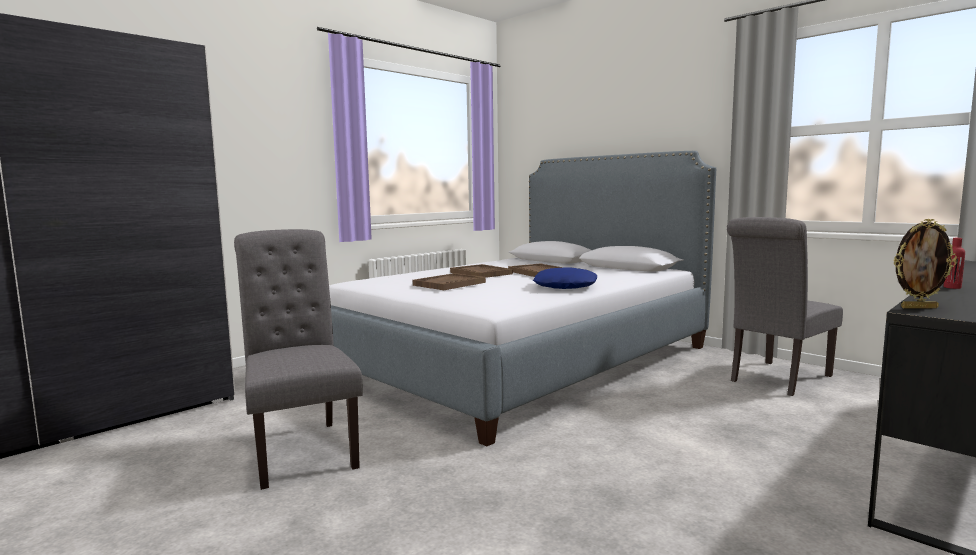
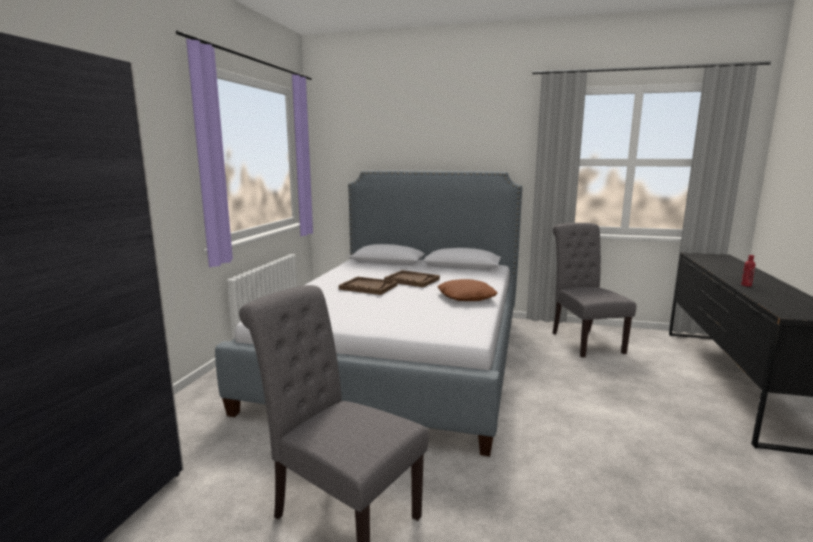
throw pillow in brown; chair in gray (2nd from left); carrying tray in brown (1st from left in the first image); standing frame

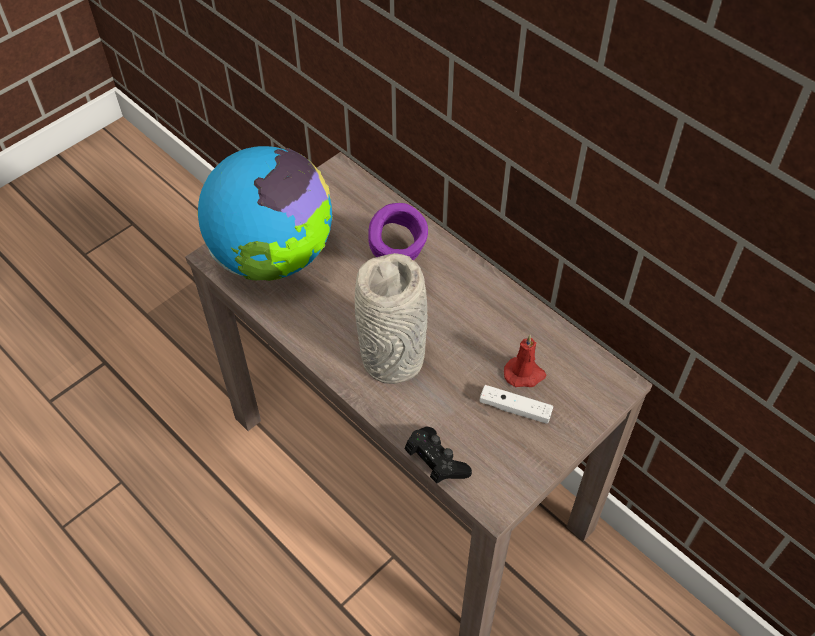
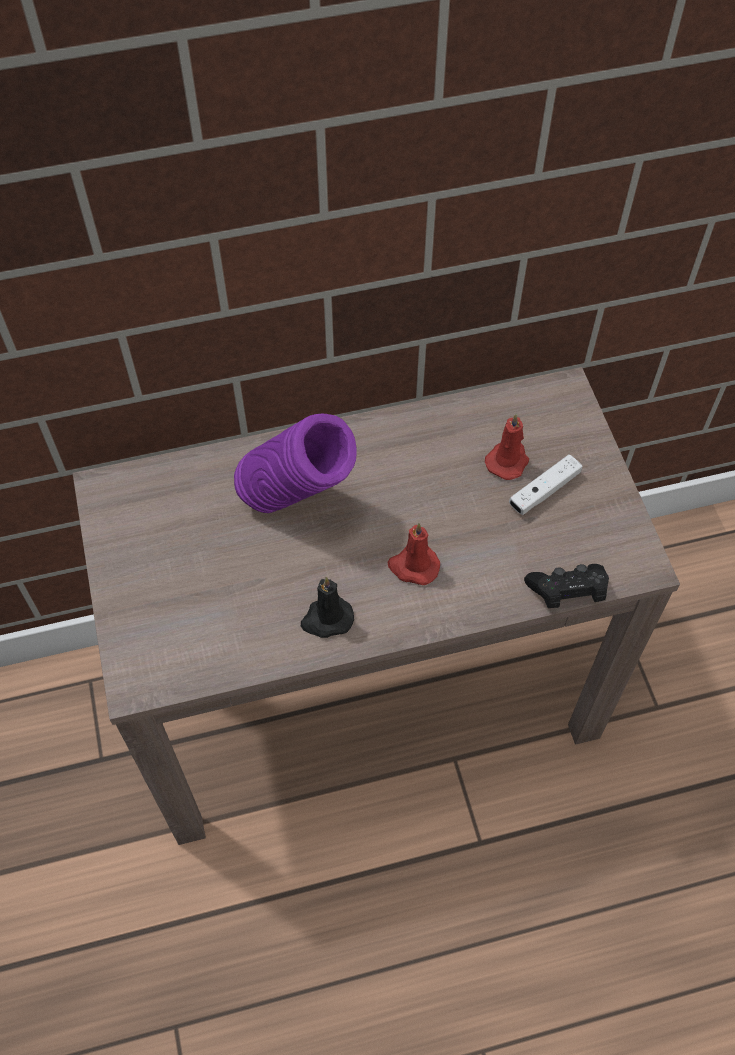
wax light in blackish; wax light in red (1st from left); world globe

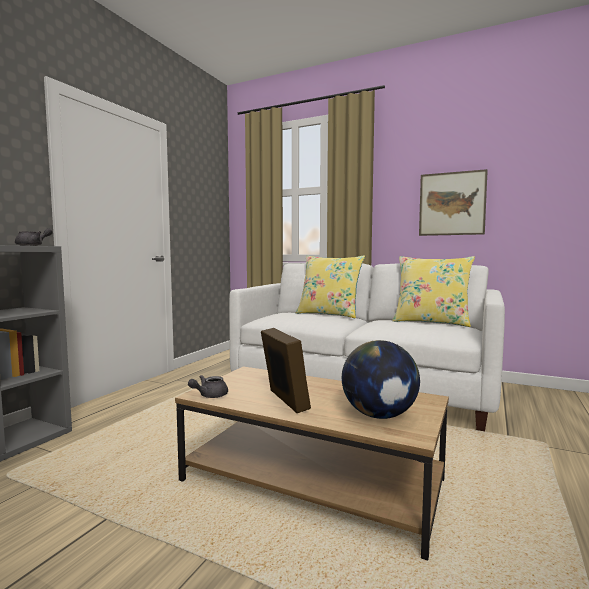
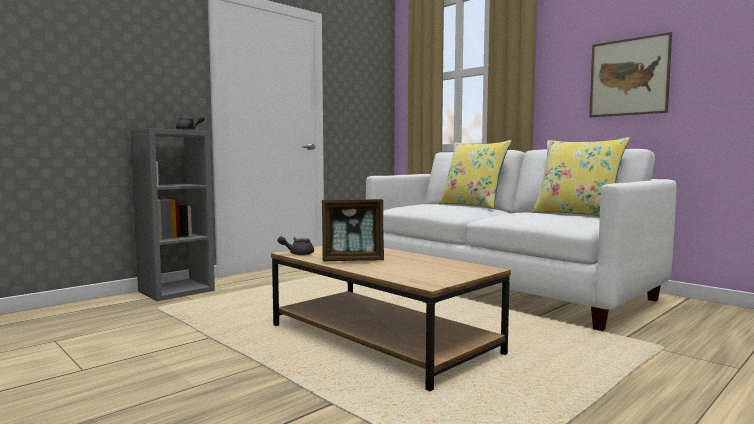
standing frame; world globe

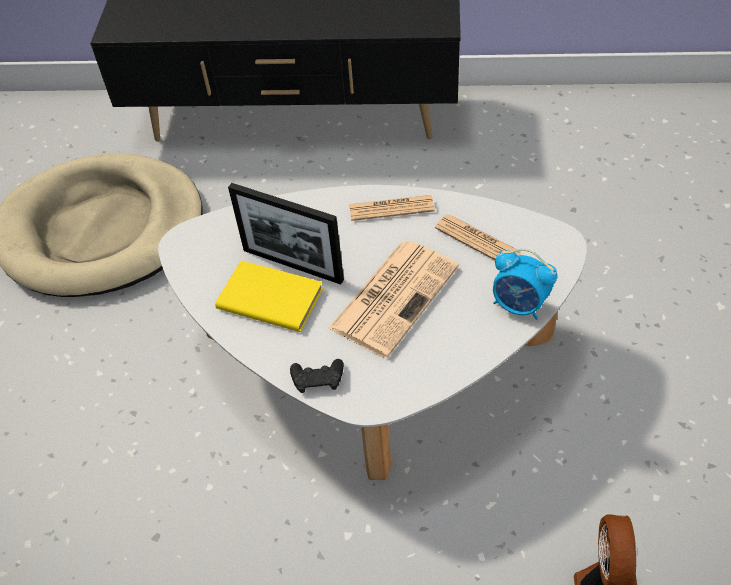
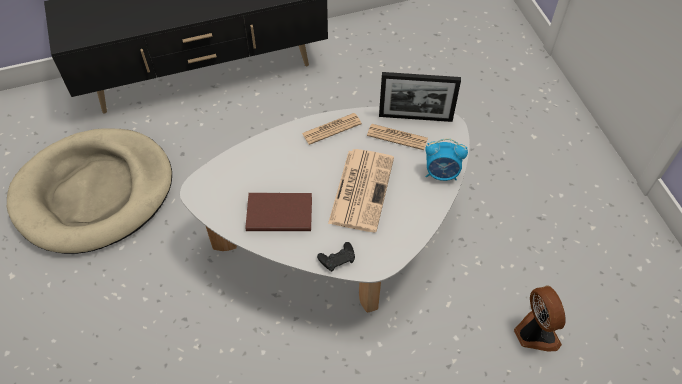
bound book in brown; standing frame

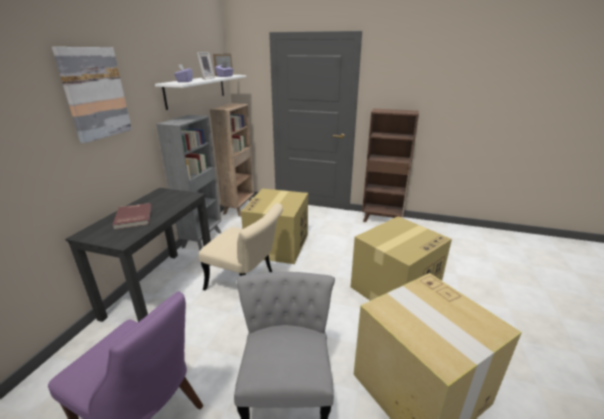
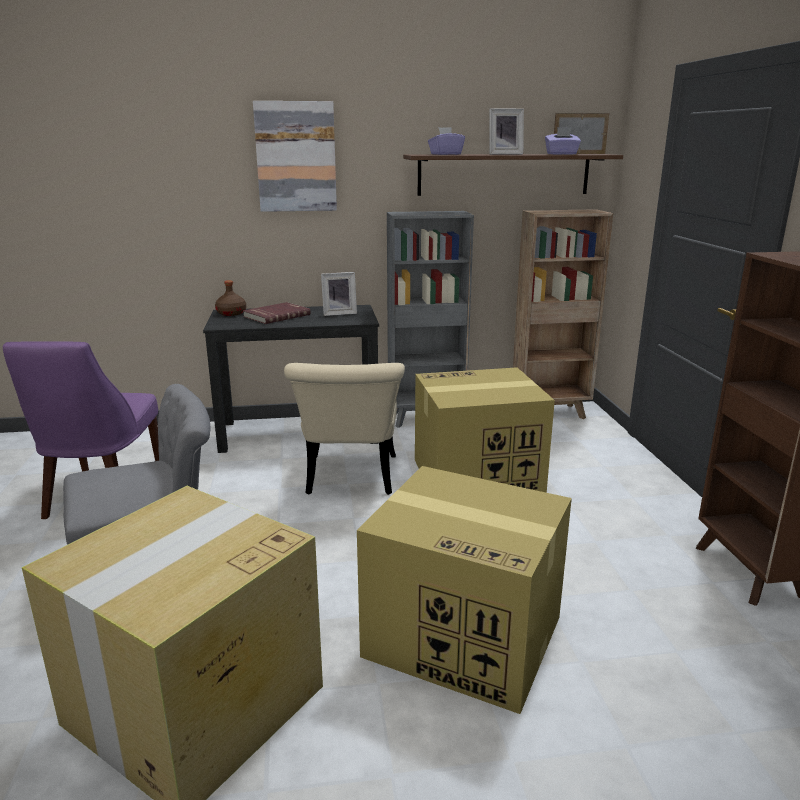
bottle in brown; standing frame (1st from left); shelf in brown

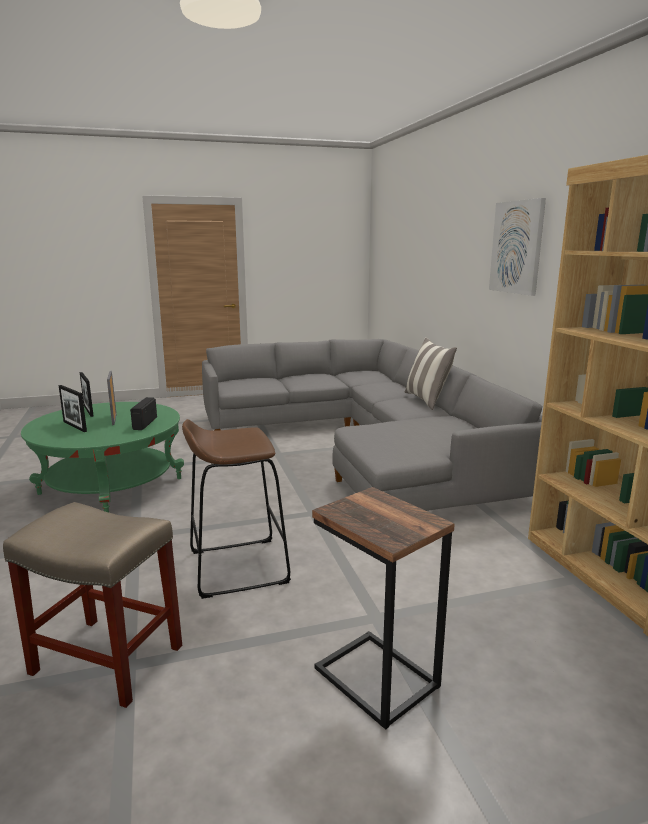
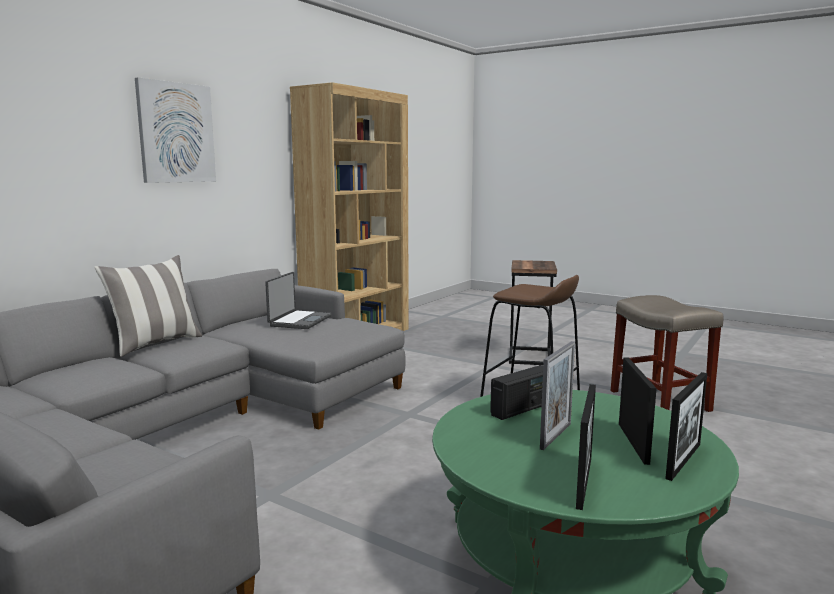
laptop; standing frame (4th from left)

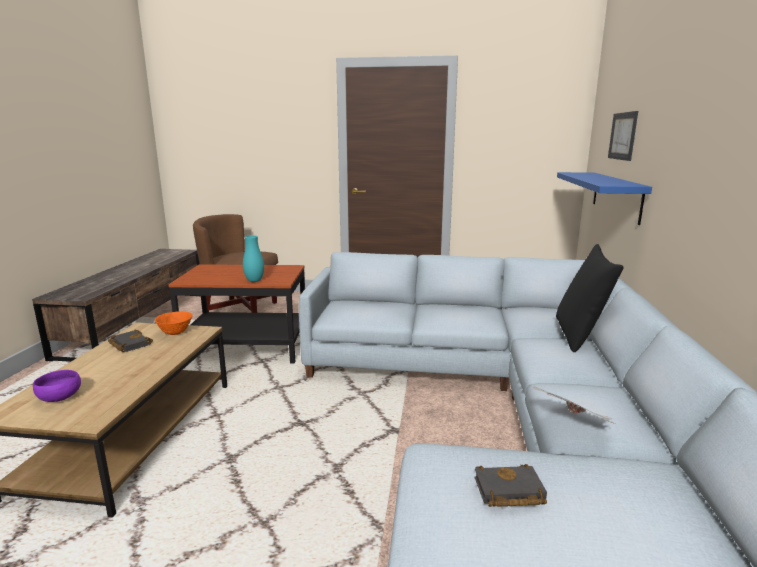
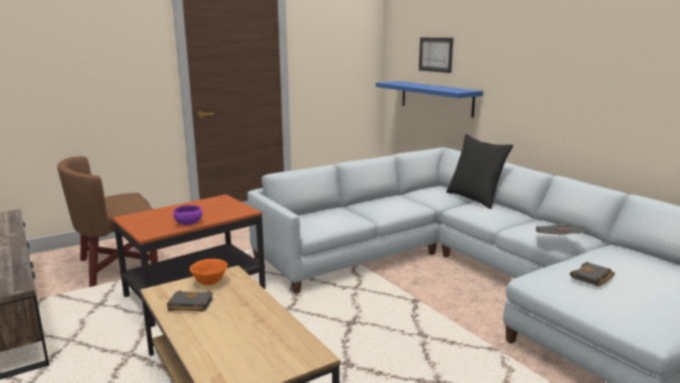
deep dish in purple; decorative vase in turquoise-coloured

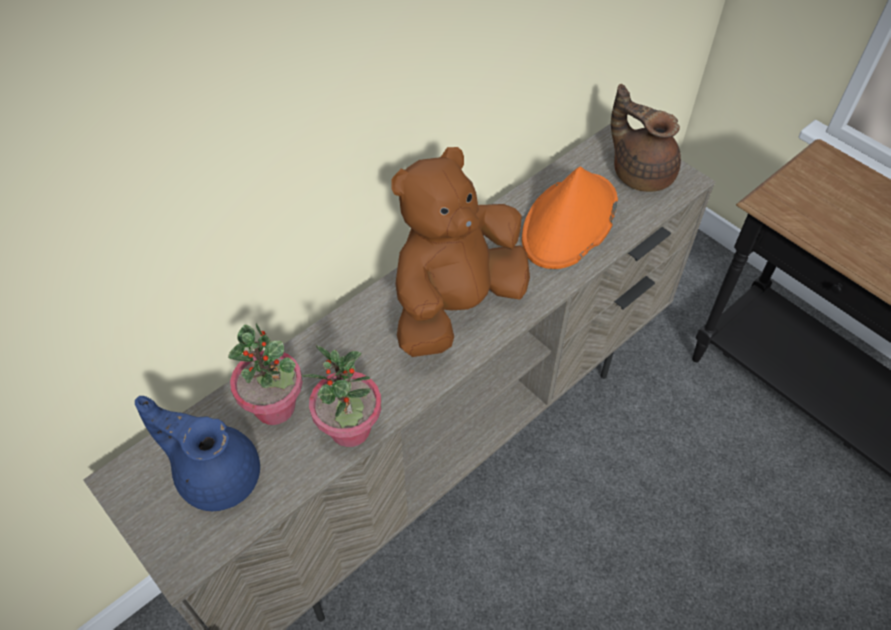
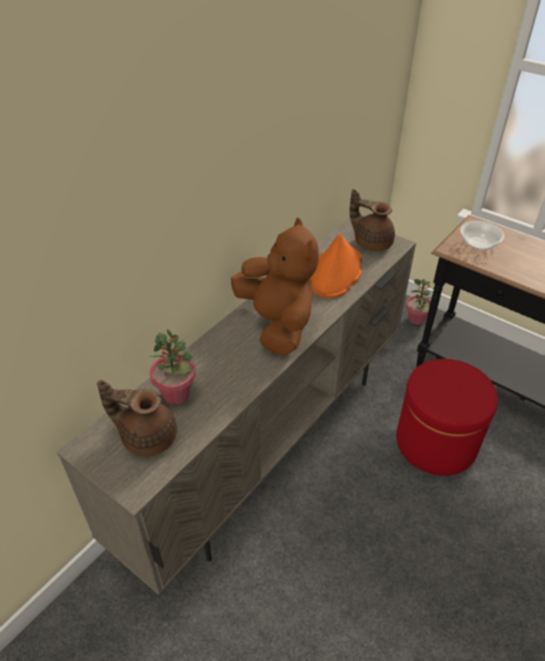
tea pot in brown (1st from left); plush toy in brown; pouffe in red; potted plant (2nd from left); deep dish

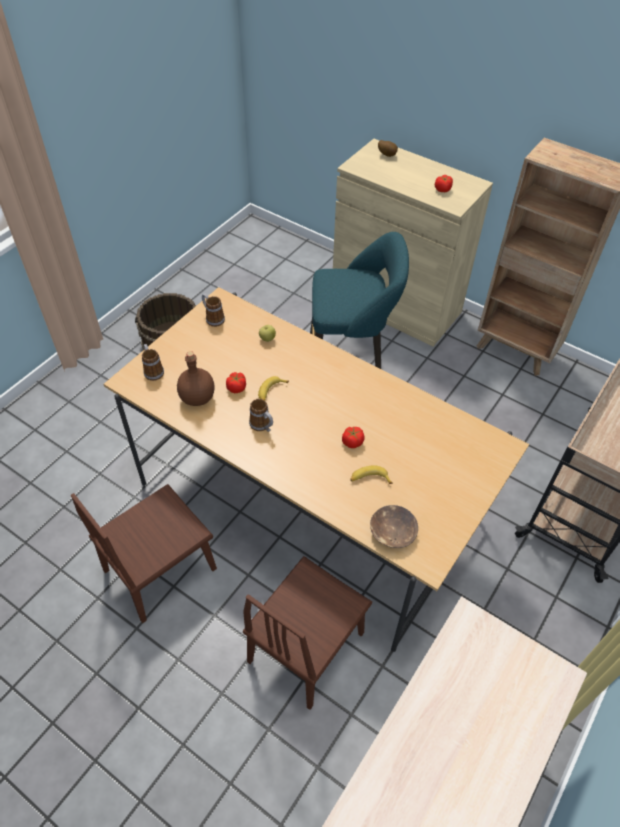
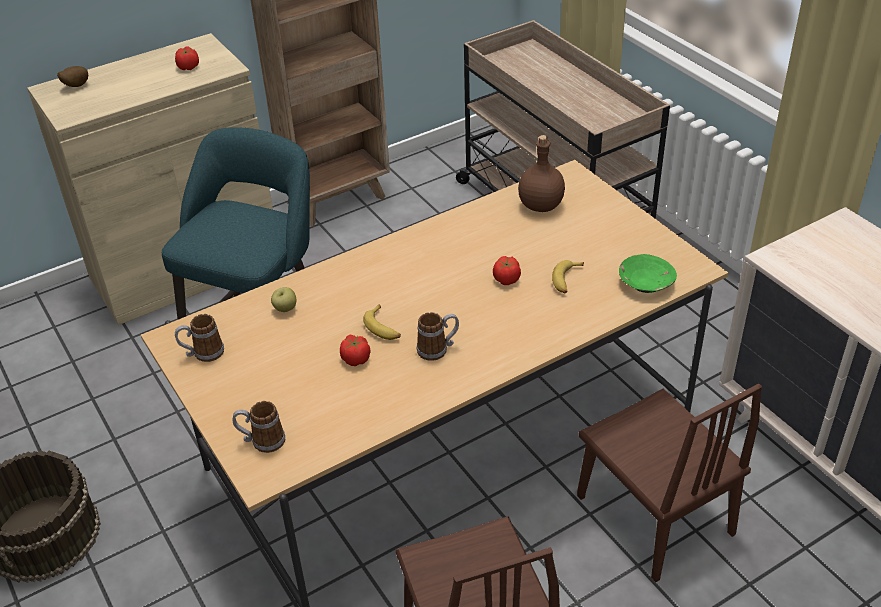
bottle in brown; deep dish in green-coloured

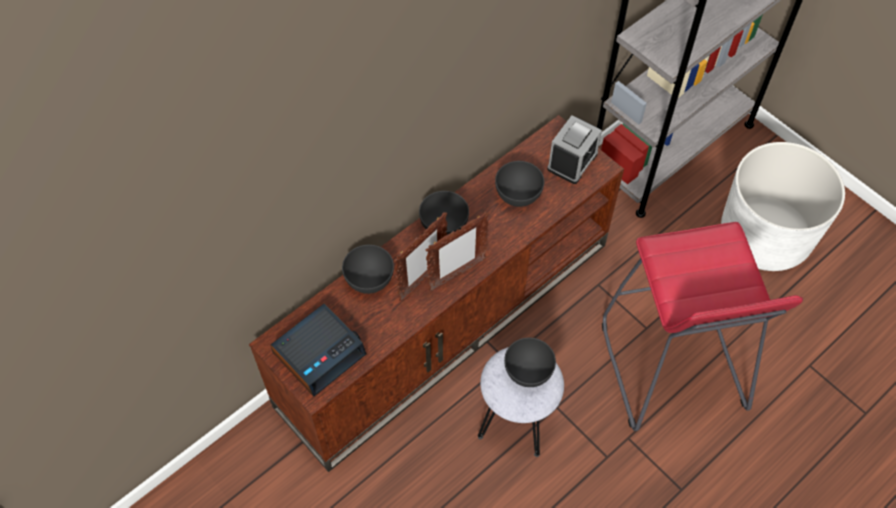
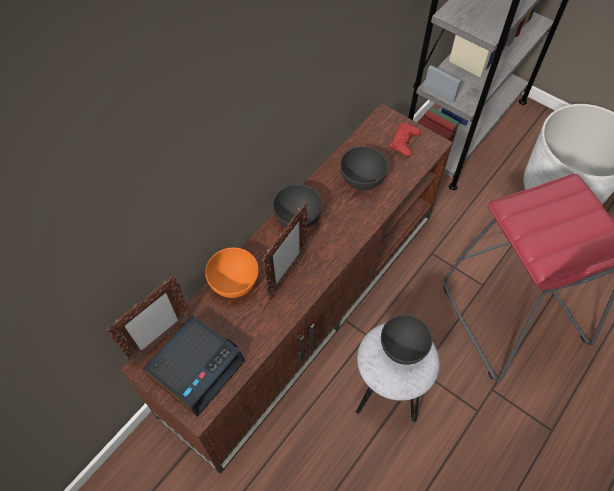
standing frame (1st from left); deep dish in orangey; gamepad in red

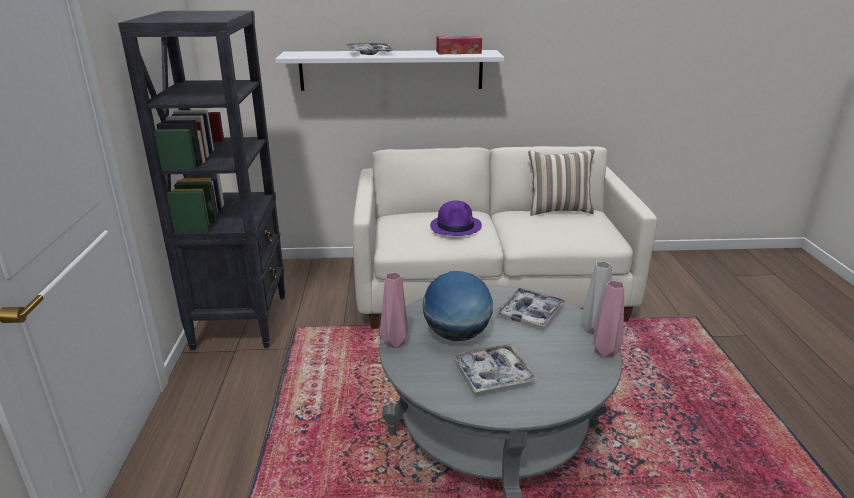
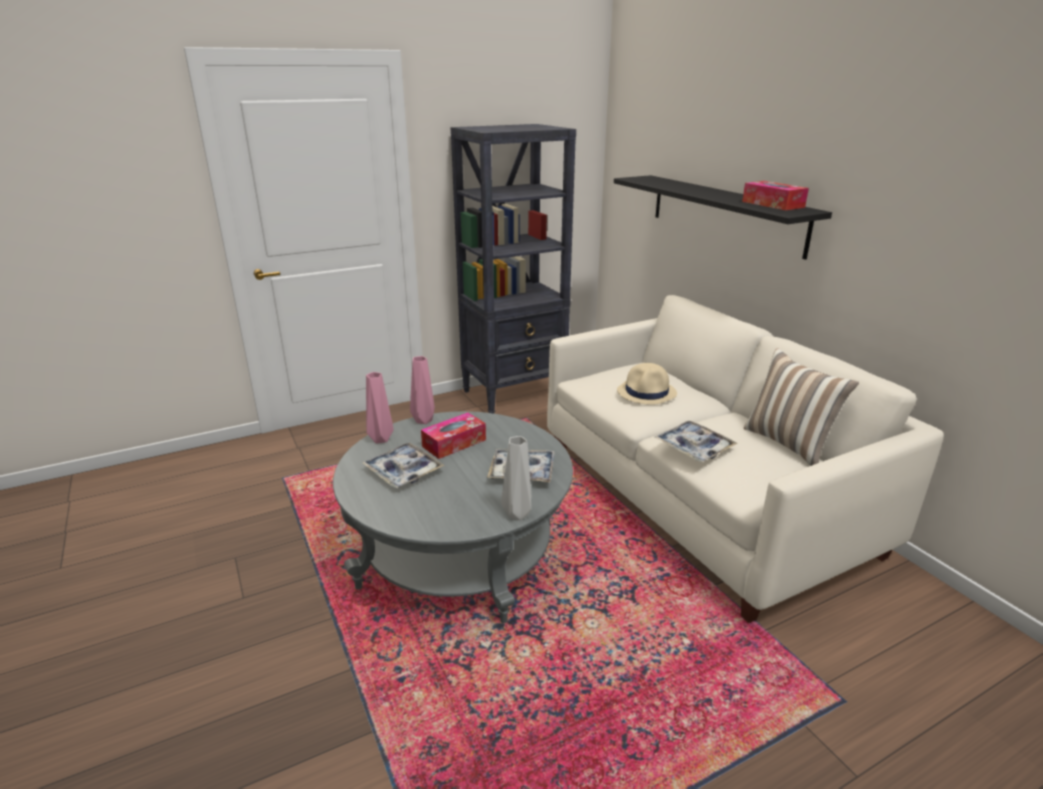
decorative vase in pinkish (1st from left); tissue box (1st from left); shelf in blackish; clothing hat in beige; carrying tray (3rd from left)

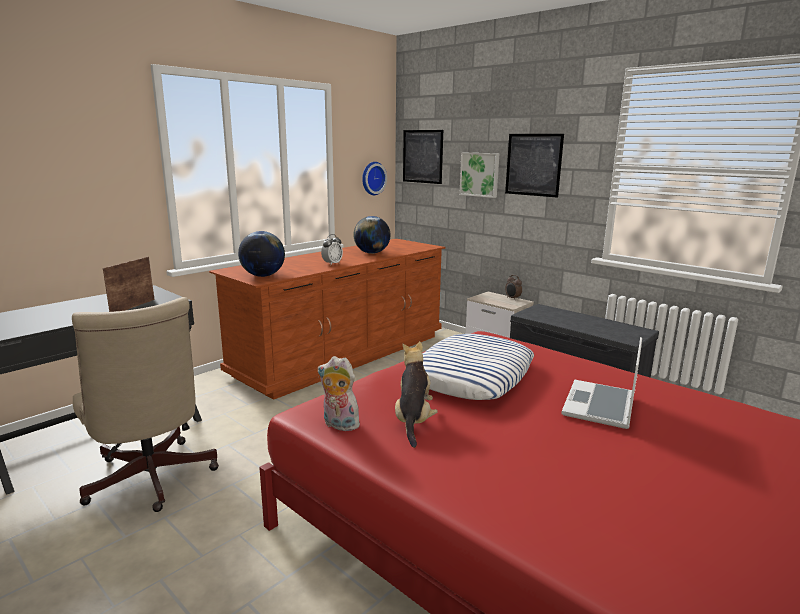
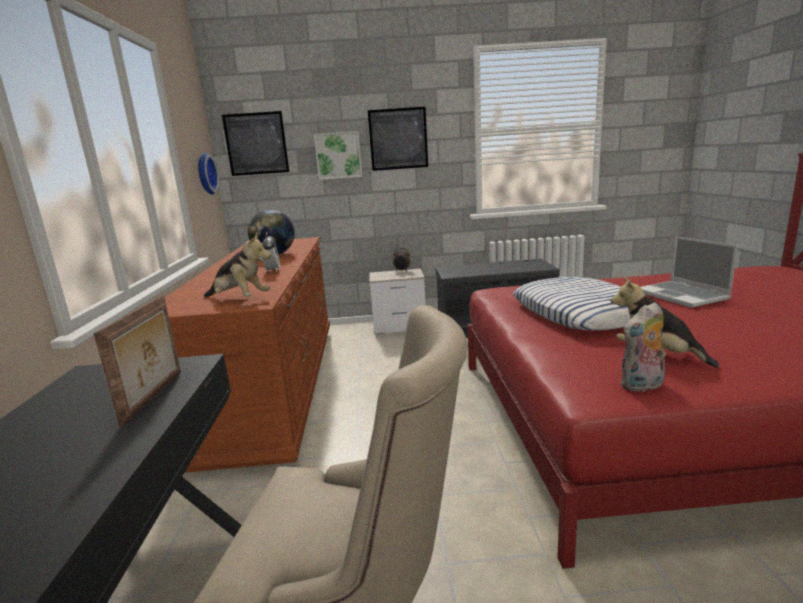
standing frame; plush toy (1st from left)

